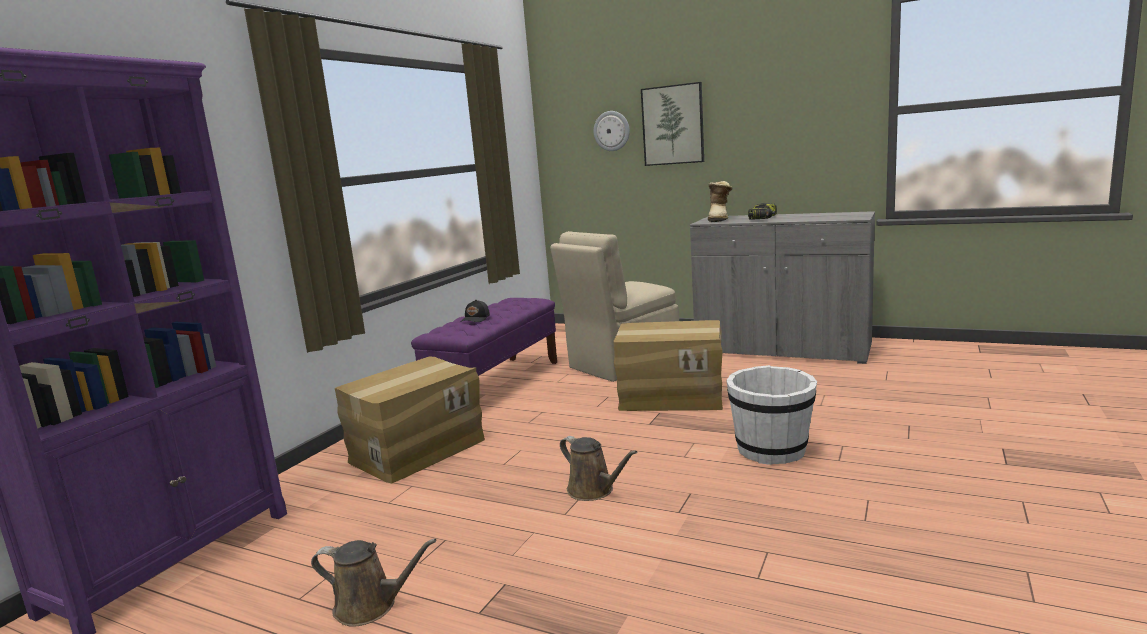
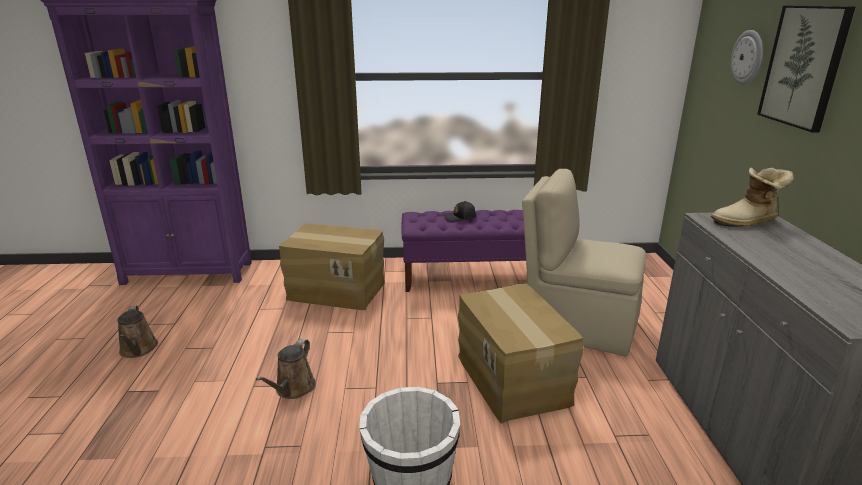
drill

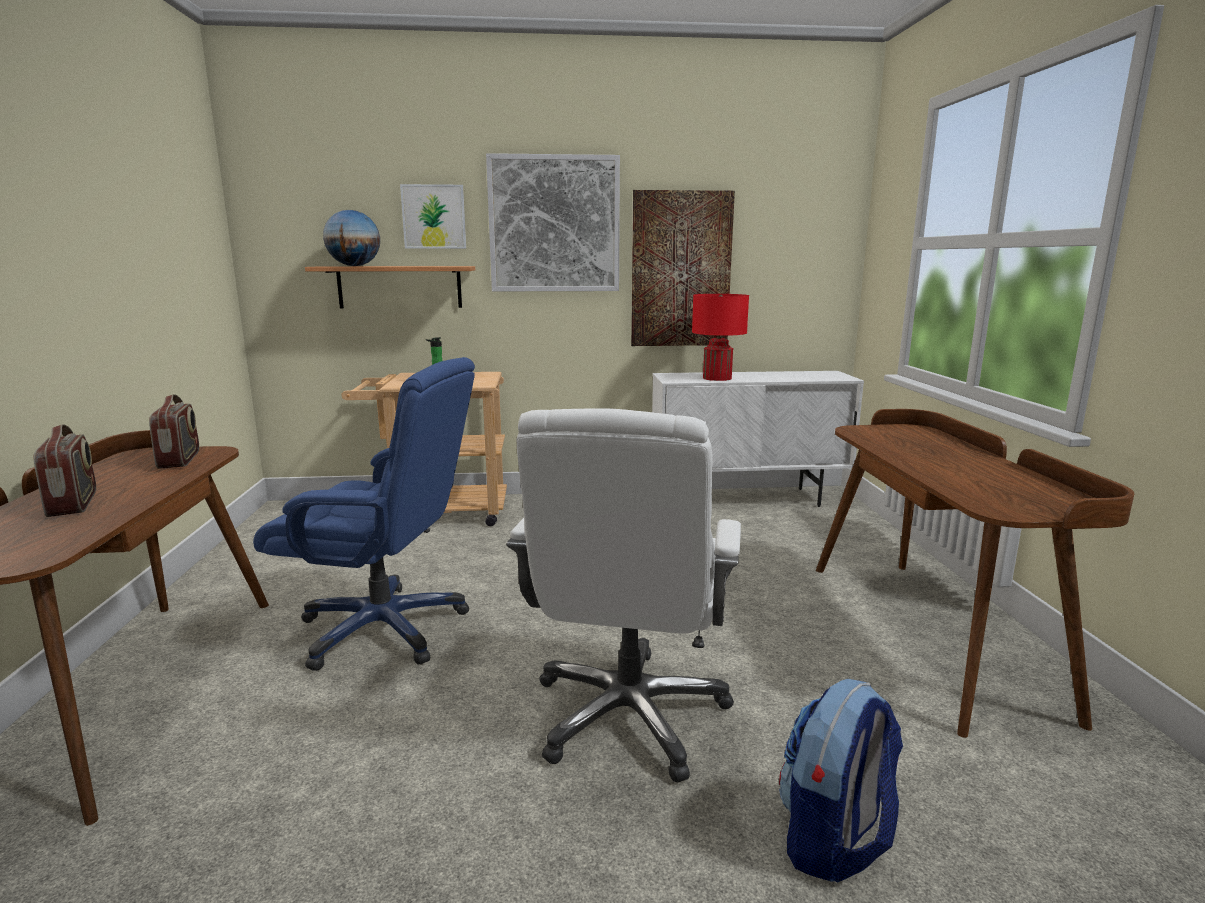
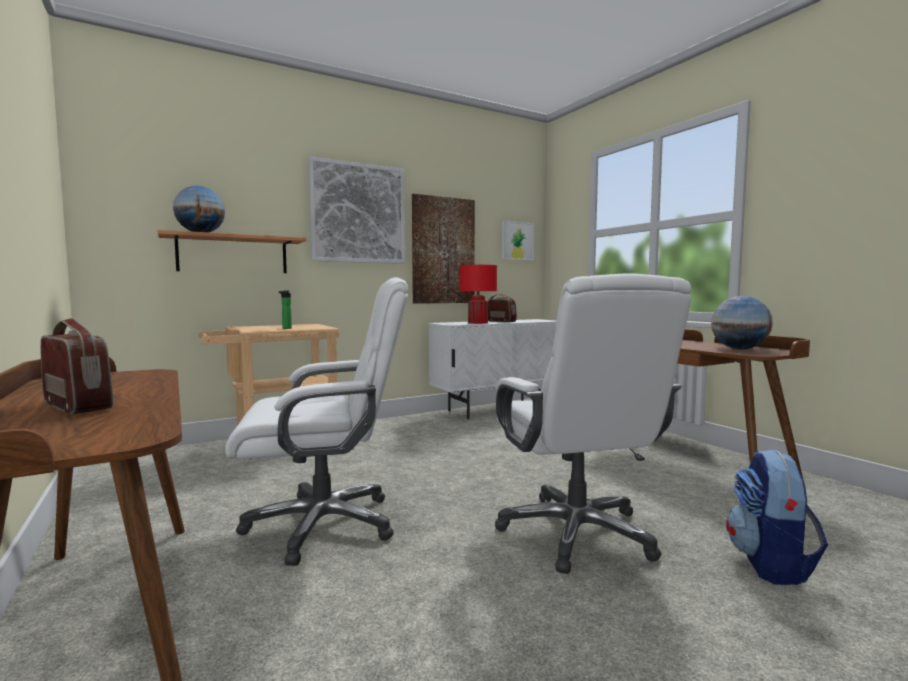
computer chair in white (1st from left); radio (2nd from left); wall picture (3rd from left); world globe (2nd from left)

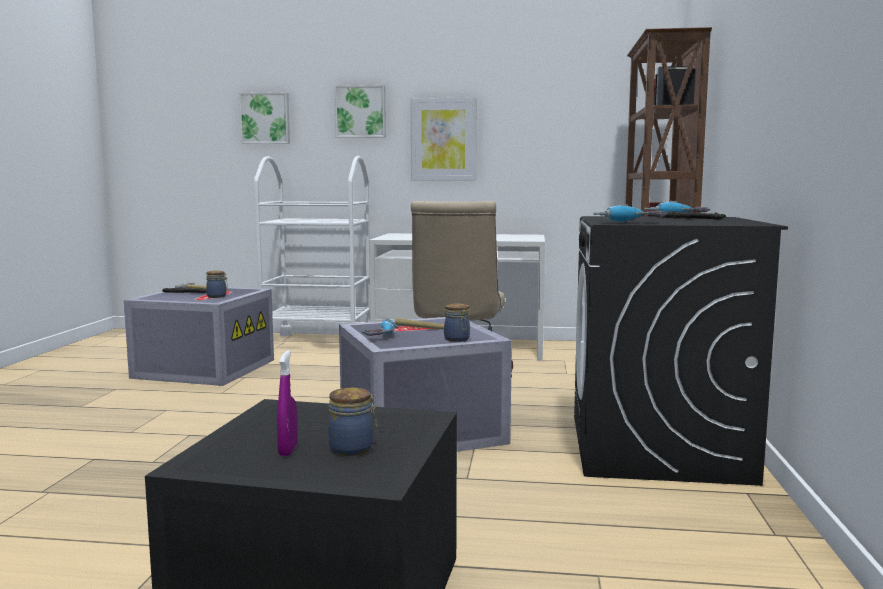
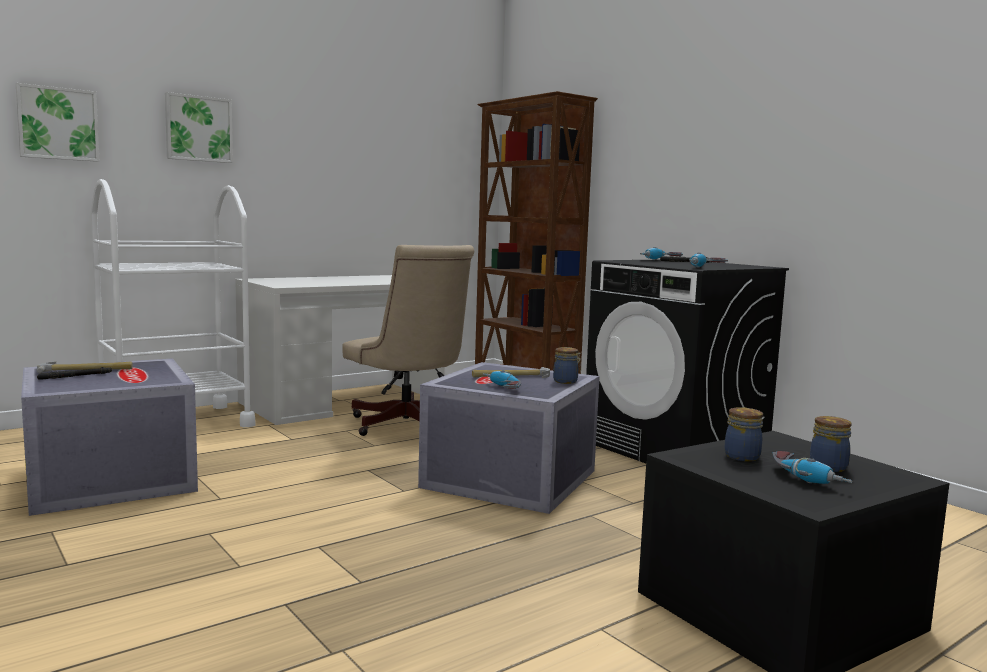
storage jar (2nd from left); drill (4th from left); wall picture (3rd from left in the first image)

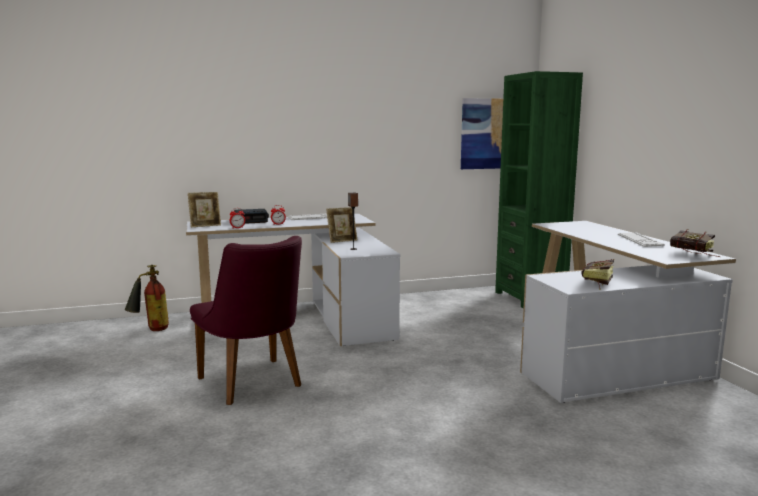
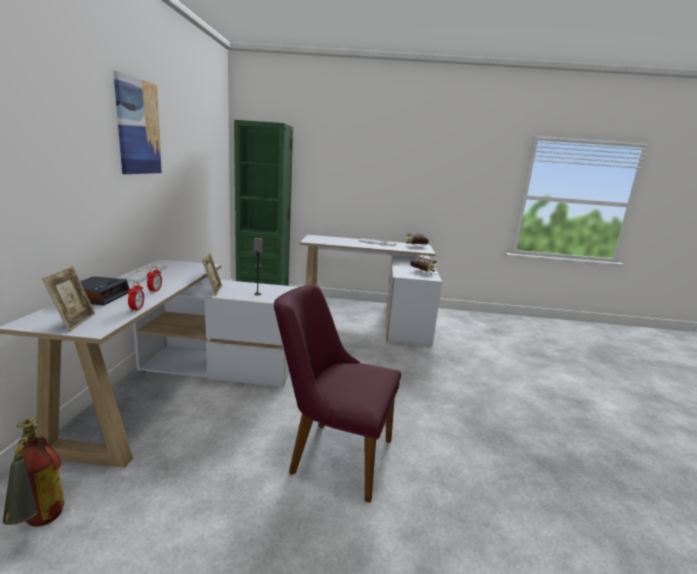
wall picture; chair in purple

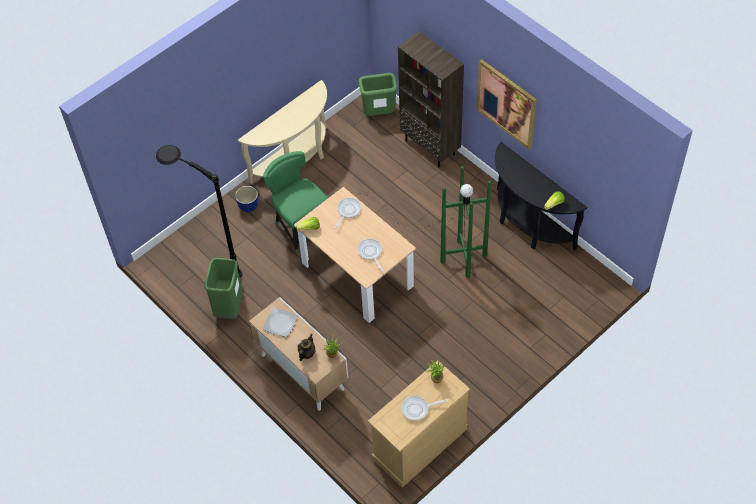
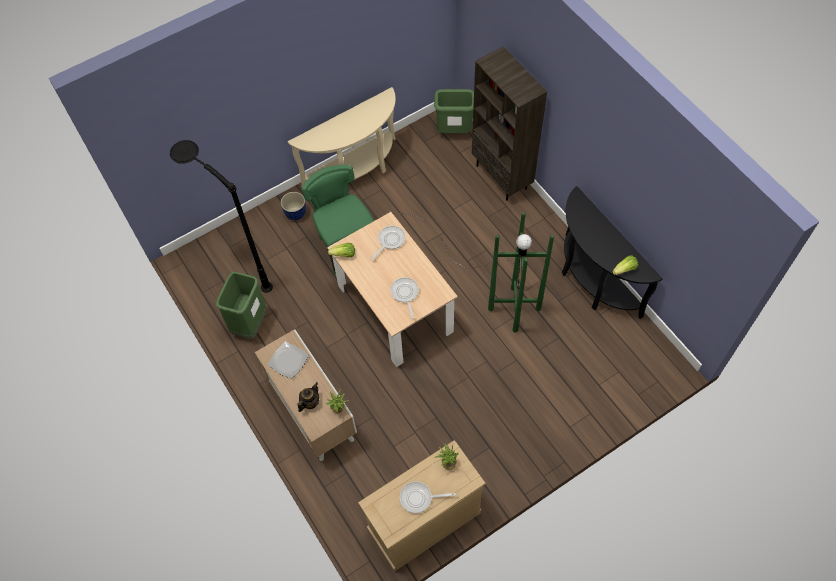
wall picture

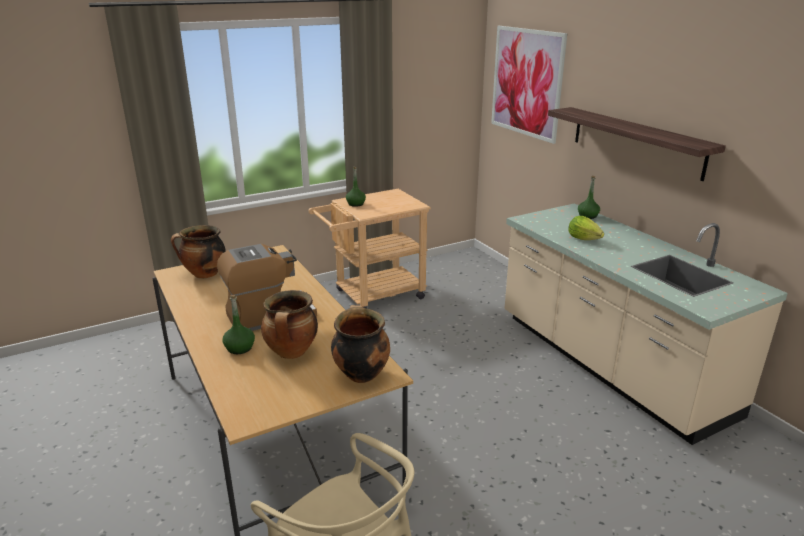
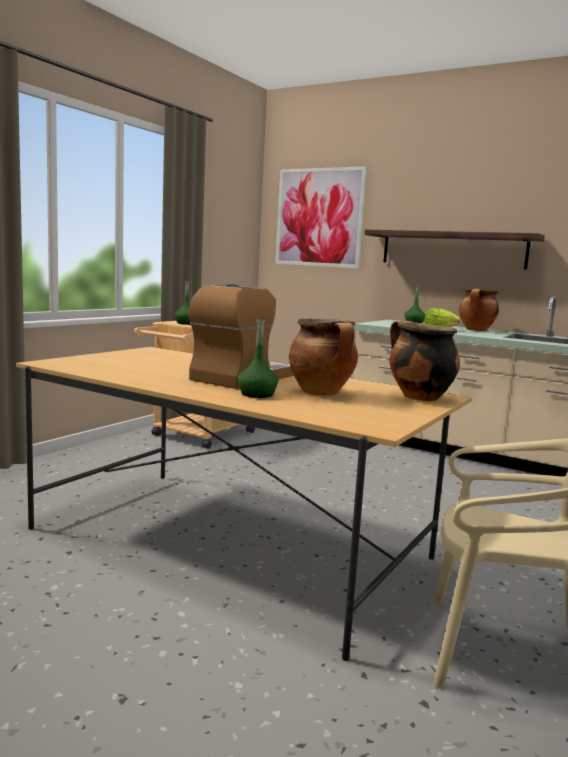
stockpot (3rd from left)

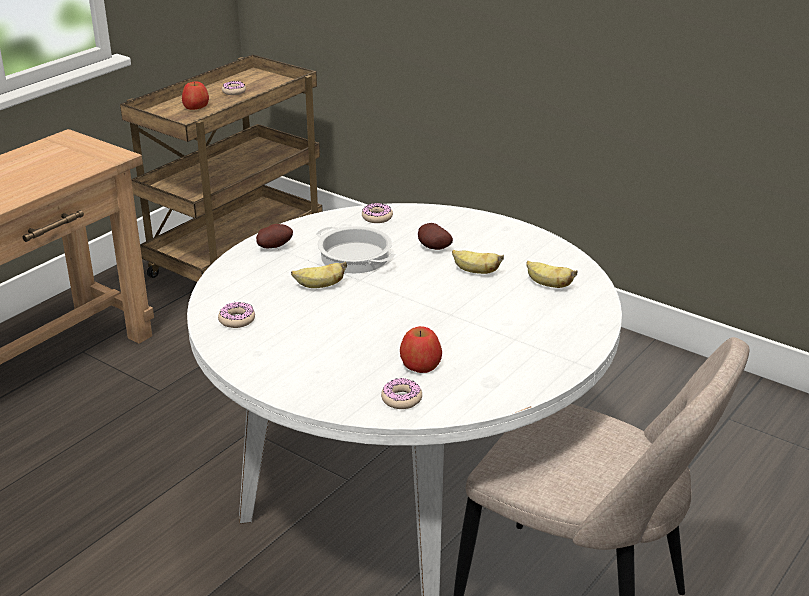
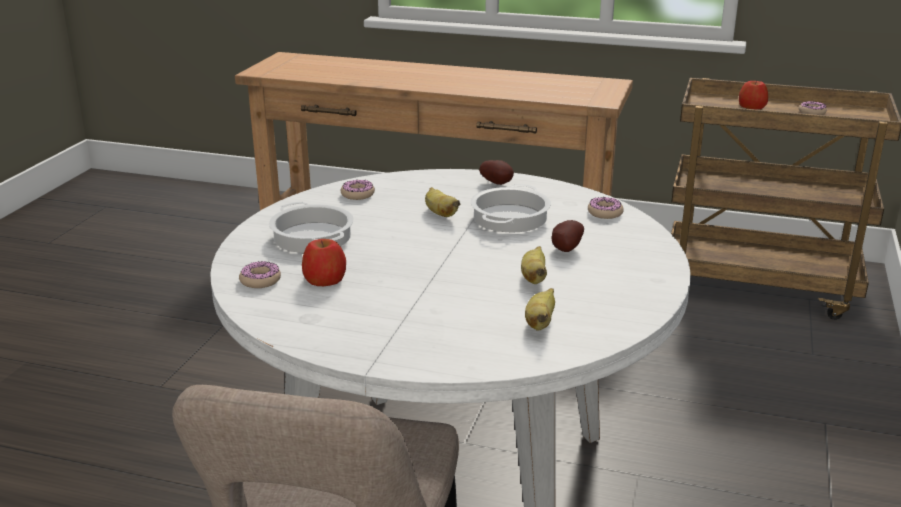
stockpot (1st from left)

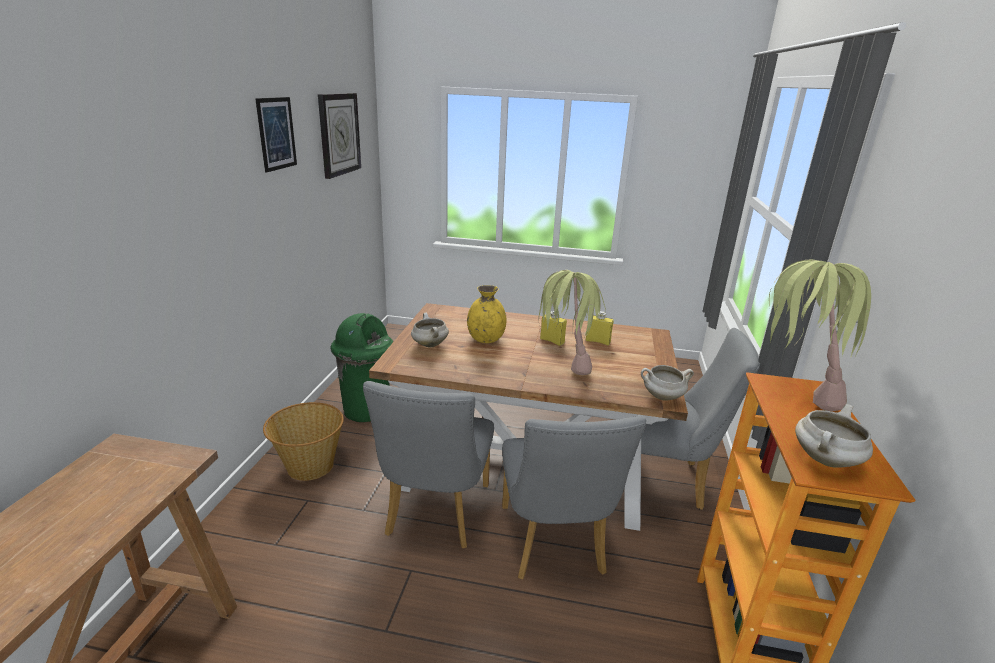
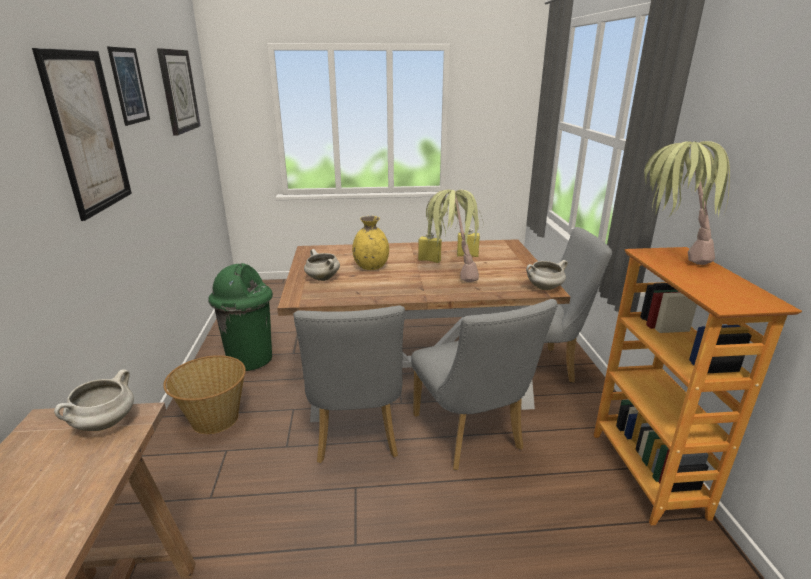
wall picture (1st from left); stockpot in white (1st from left)

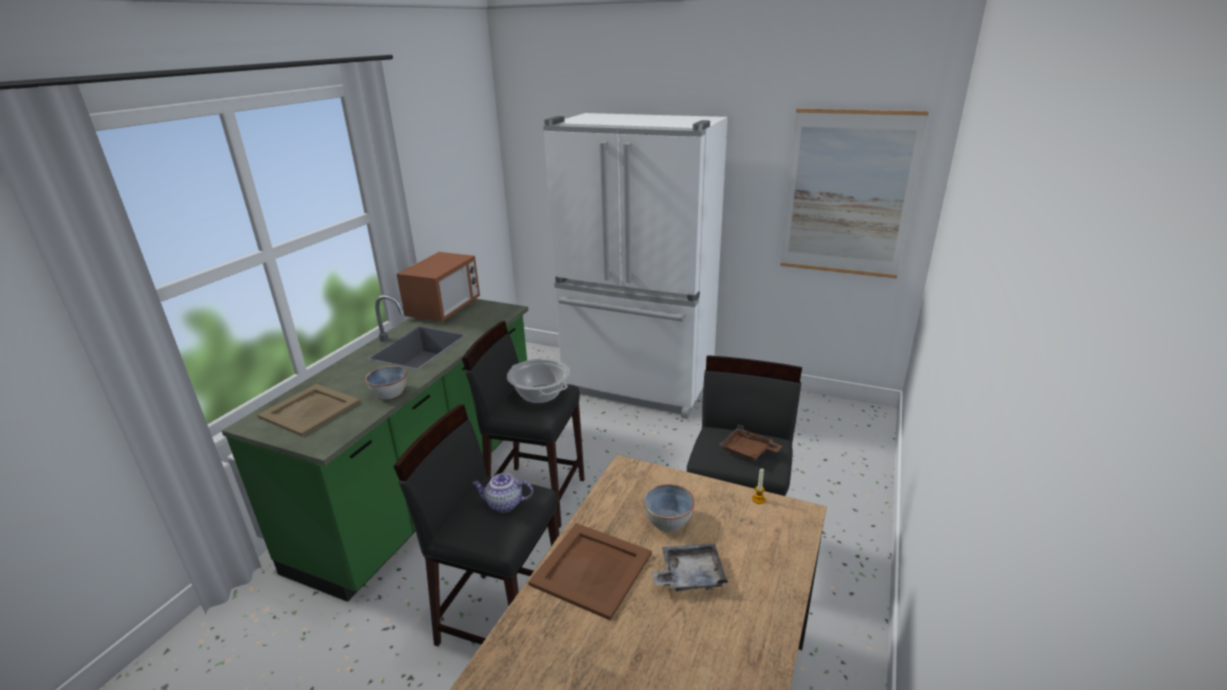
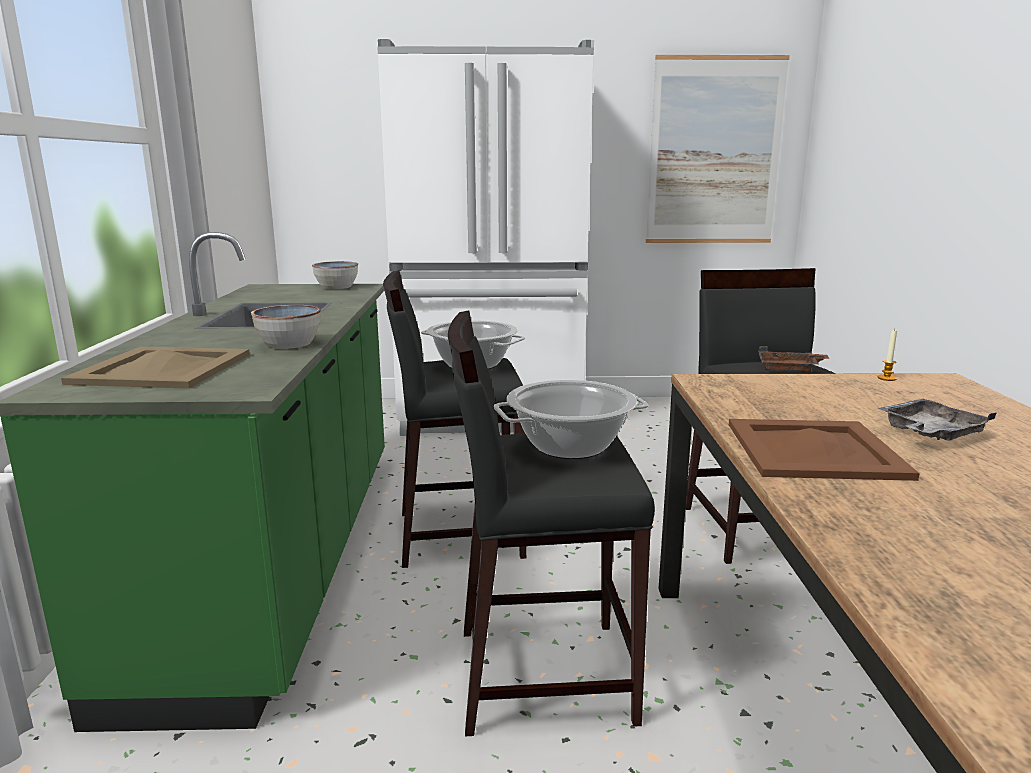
deep dish (2nd from left); stockpot (2nd from left); kitchen microwave

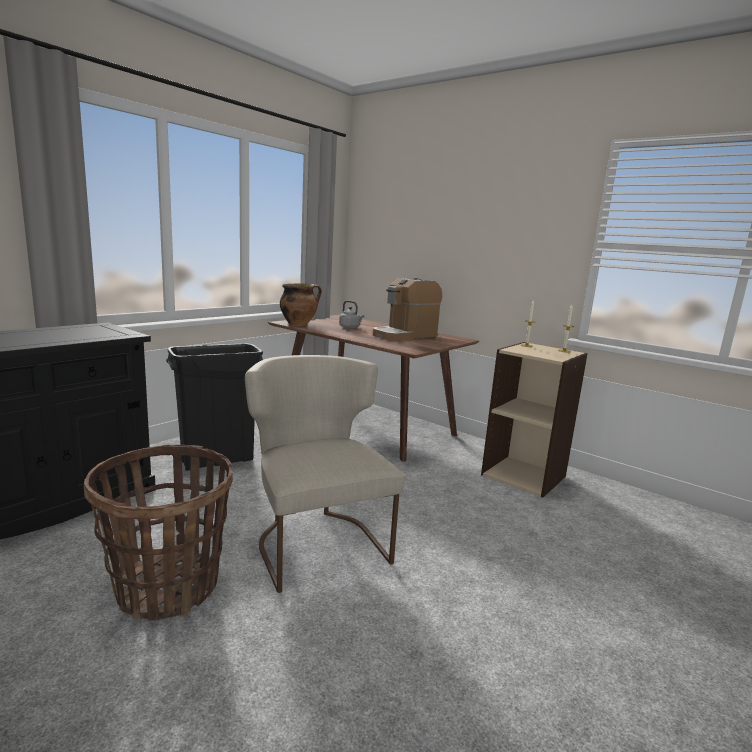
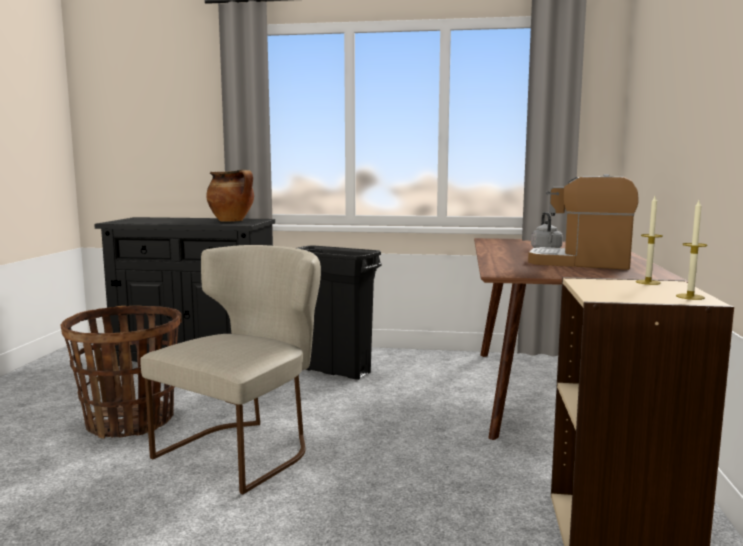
stockpot

